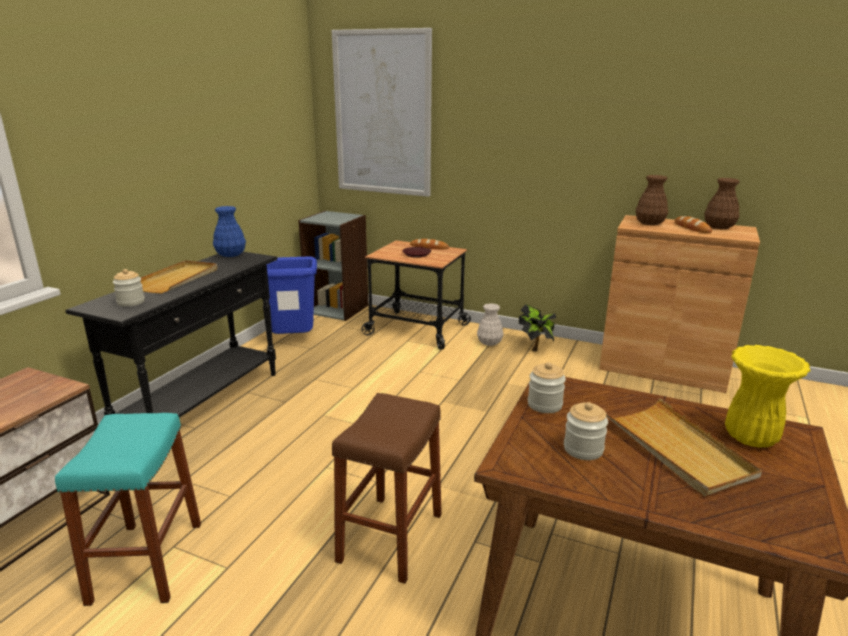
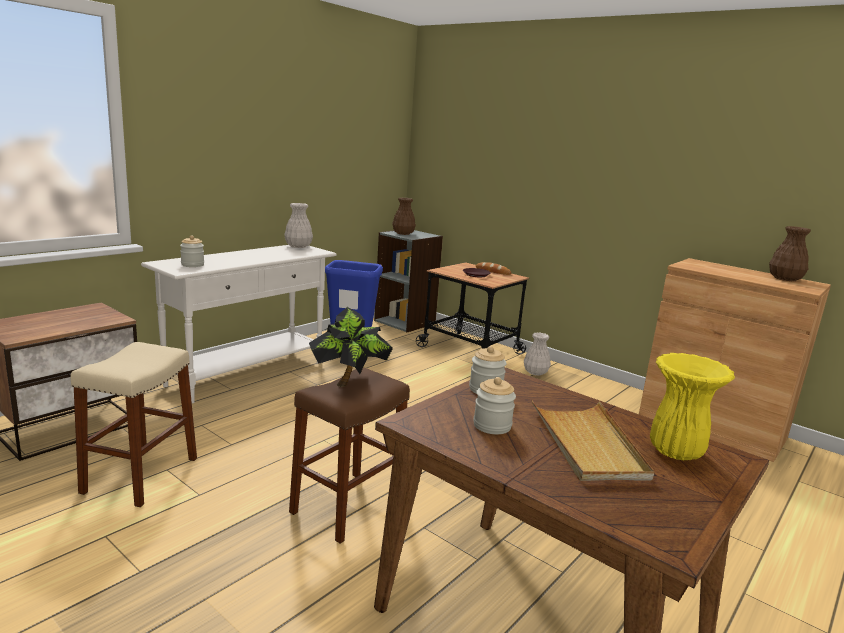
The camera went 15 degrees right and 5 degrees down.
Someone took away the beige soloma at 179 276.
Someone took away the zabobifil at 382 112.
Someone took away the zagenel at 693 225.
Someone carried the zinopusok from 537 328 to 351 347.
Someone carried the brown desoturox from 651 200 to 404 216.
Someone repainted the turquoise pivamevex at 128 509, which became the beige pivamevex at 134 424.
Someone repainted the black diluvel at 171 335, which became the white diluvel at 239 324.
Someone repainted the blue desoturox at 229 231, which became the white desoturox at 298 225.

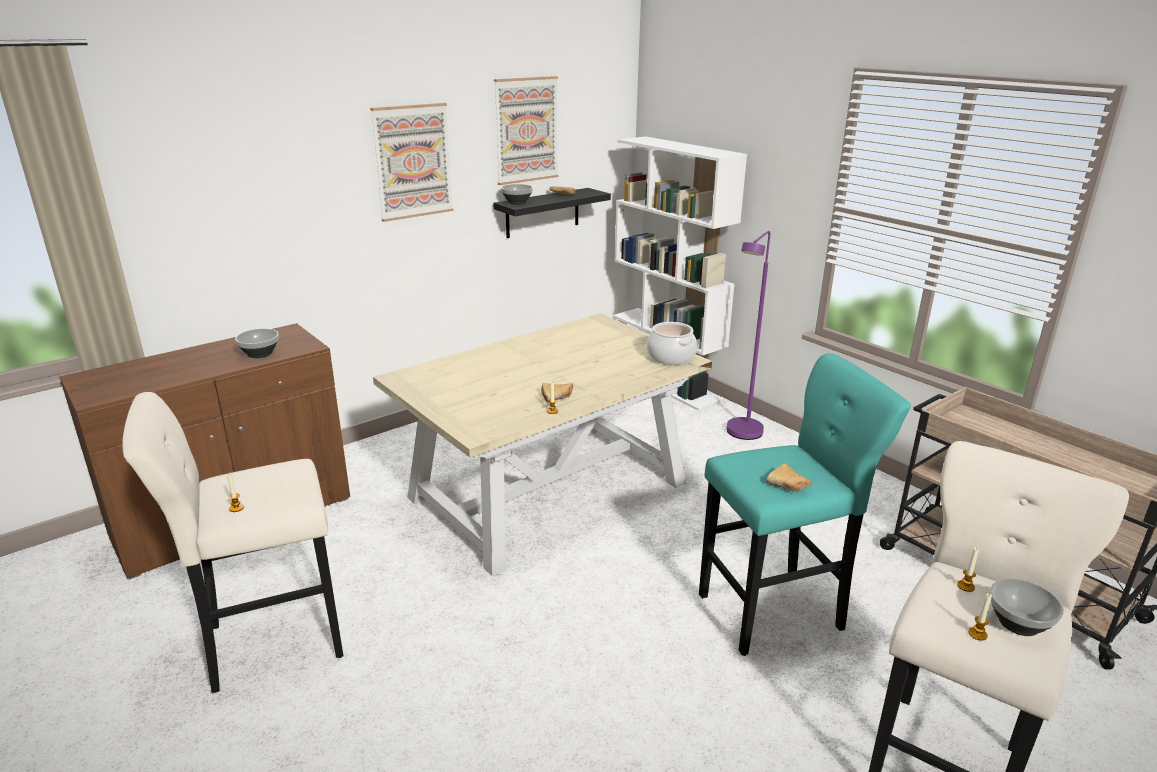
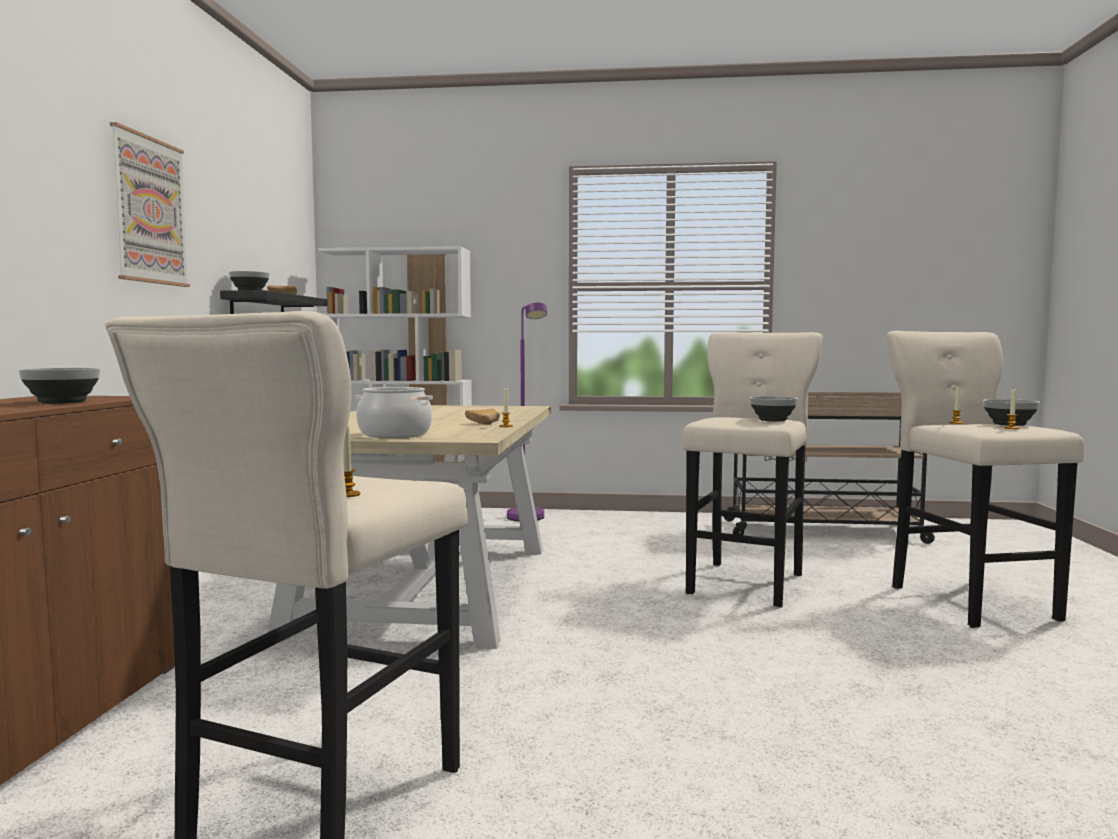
The camera went 45 degrees left and 20 degrees down.
Someone took away the zabobifil at 526 130.
Someone carried the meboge from 672 343 to 394 412.
Someone swapped the zagenel at 789 477 for the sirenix at 774 408.
Someone repainted the turquoise pivamevex at 805 504, which became the beige pivamevex at 752 470.

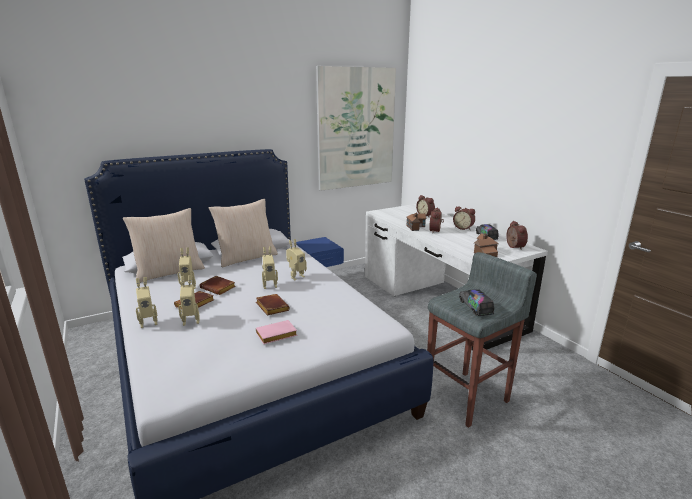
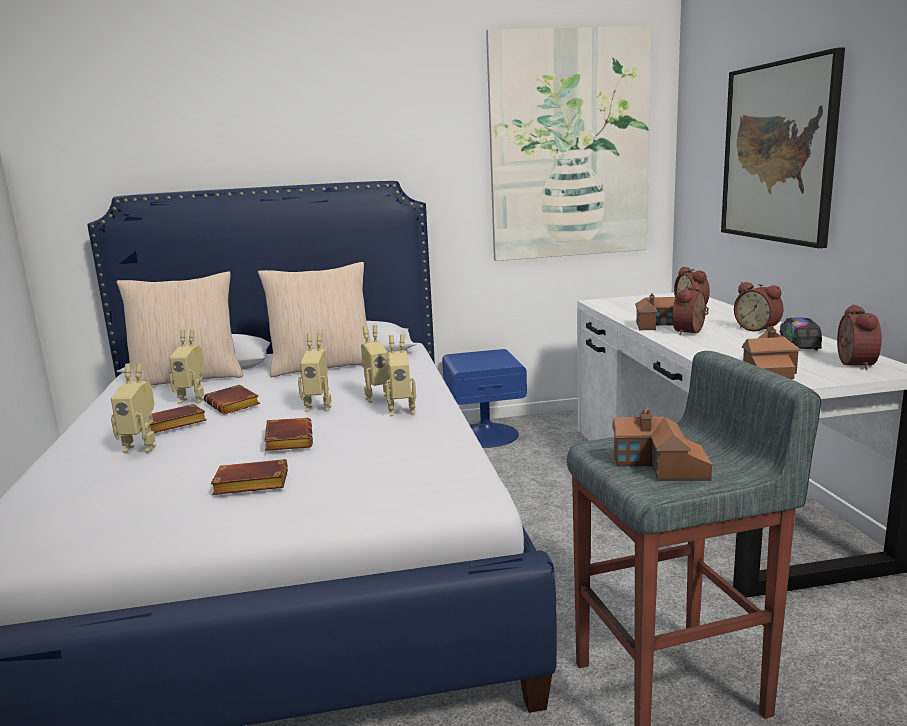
The camera went 20 degrees right and 5 degrees down.
Someone put up the zabobifil at 783 147.
Someone carried the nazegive from 147 302 to 400 375.
Someone swapped the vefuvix at 476 302 for the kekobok at 662 445.
Someone repainted the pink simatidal at 276 332, which became the brown simatidal at 249 477.

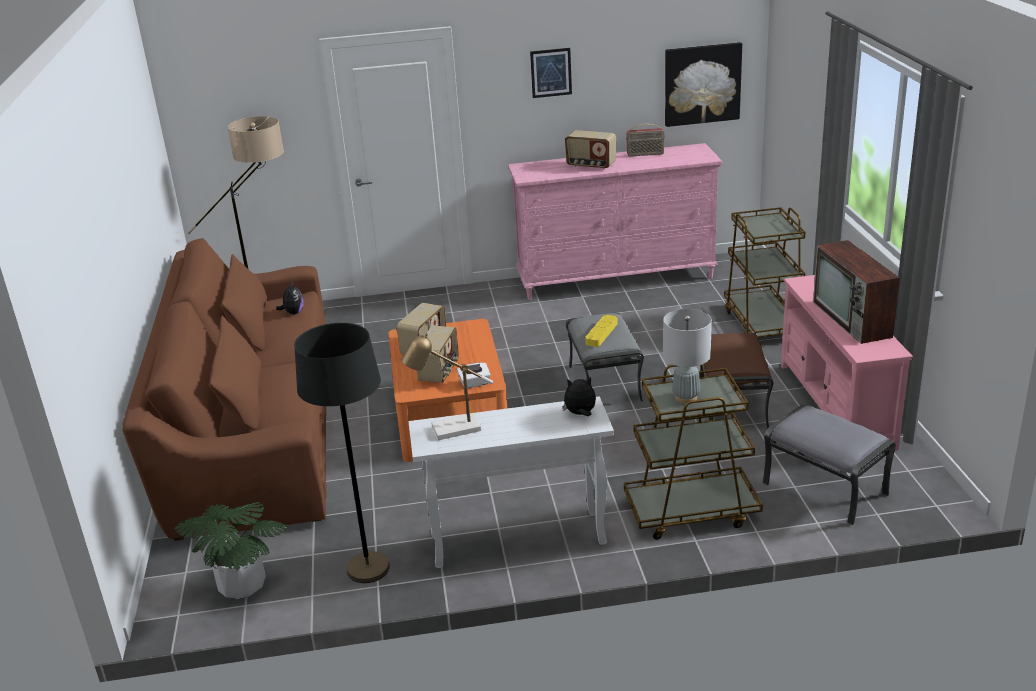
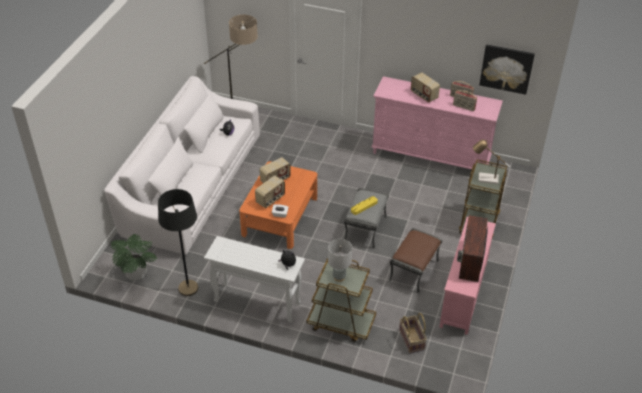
The camera went 25 degrees right and 15 degrees up.
Someone took away the zabobifil at 551 73.
Someone put down the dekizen at 465 100.
Someone carried the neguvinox from 447 386 to 491 162.
Someone swapped the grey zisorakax at 829 465 for the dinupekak at 413 333.
Someone repainted the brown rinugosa at 224 389, which became the white rinugosa at 182 165.

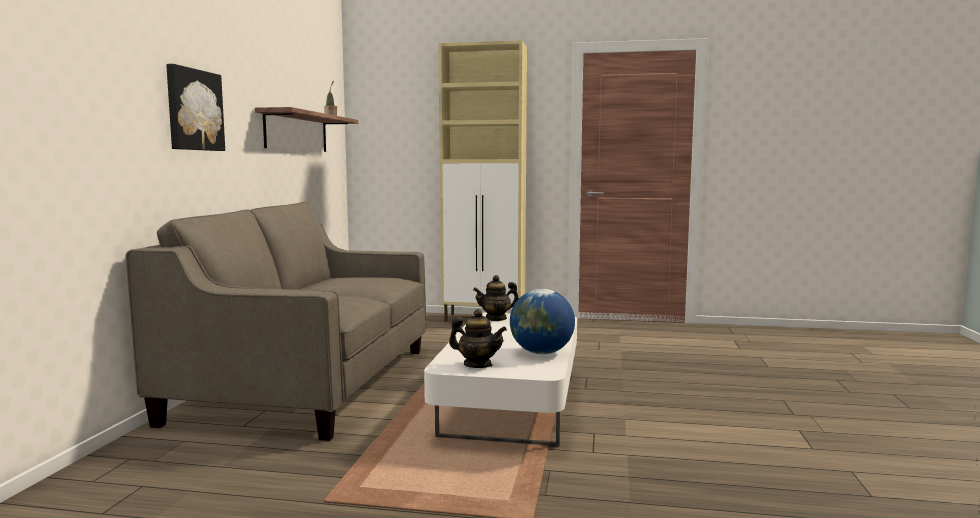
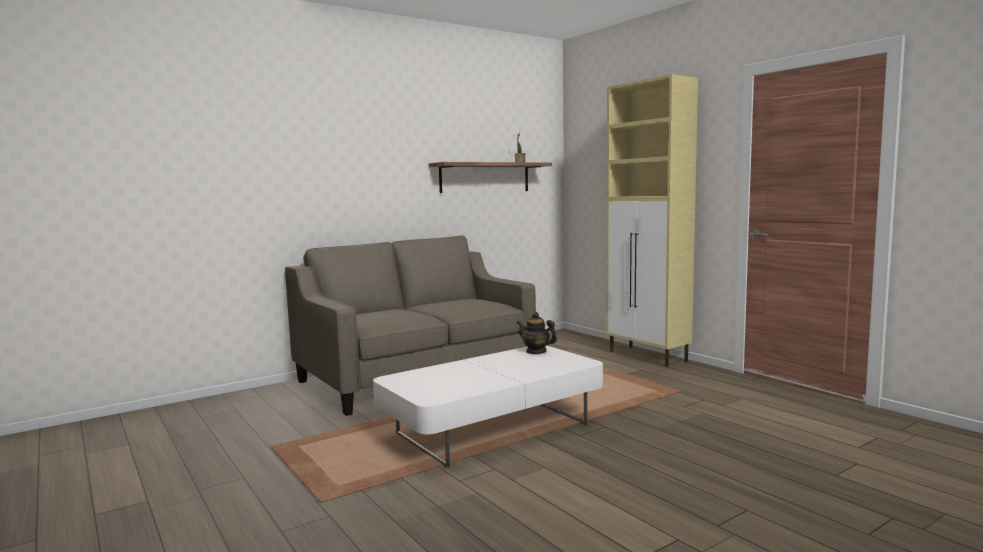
The camera went 45 degrees right and 0 degrees up.
Someone took away the zabobifil at 195 107.
Someone took away the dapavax at 478 338.
Someone took away the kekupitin at 542 321.

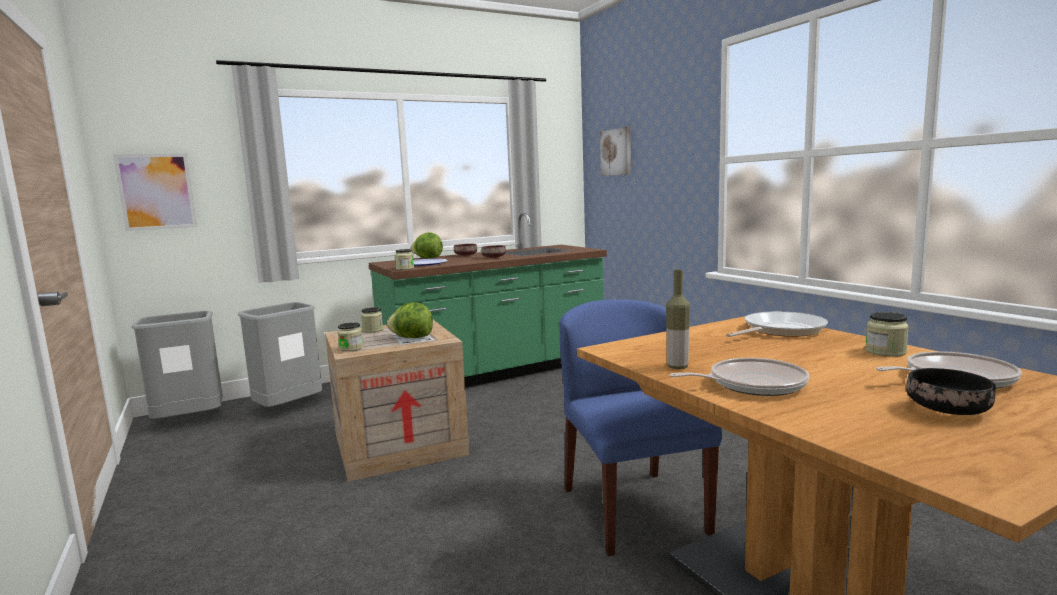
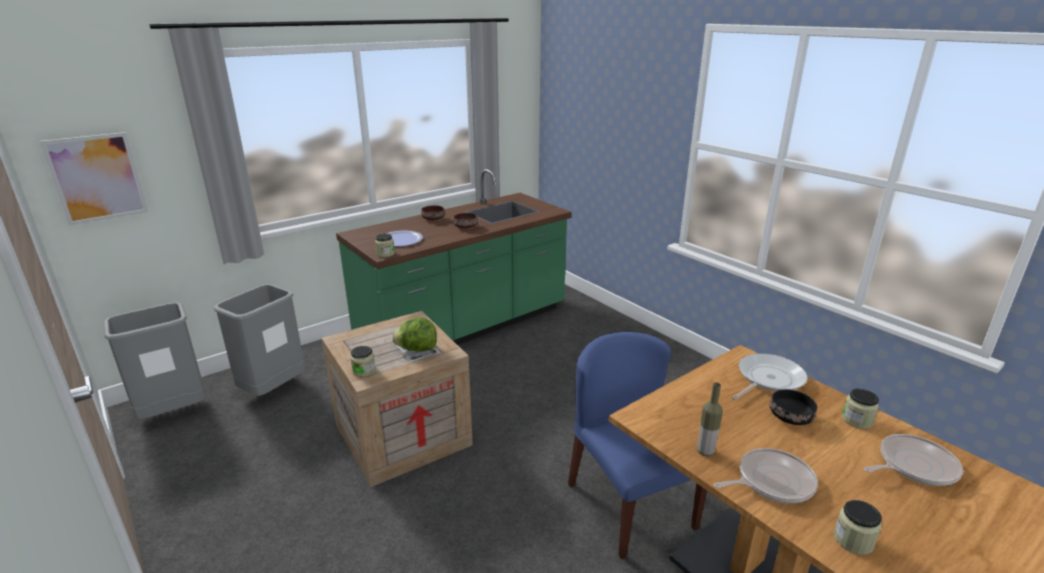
The camera went 10 degrees left and 15 degrees up.
Someone took away the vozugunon at 427 245.
Someone took away the zabobifil at 615 151.
Someone carried the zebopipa from 372 320 to 858 527.
Someone carried the black sirenix from 951 391 to 793 407.

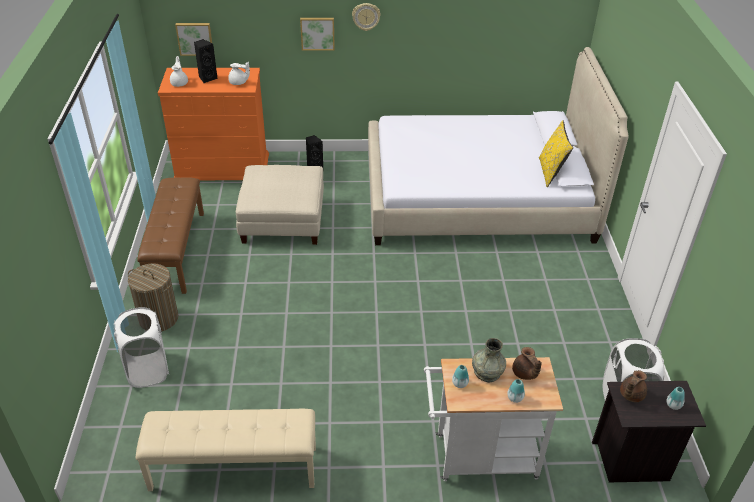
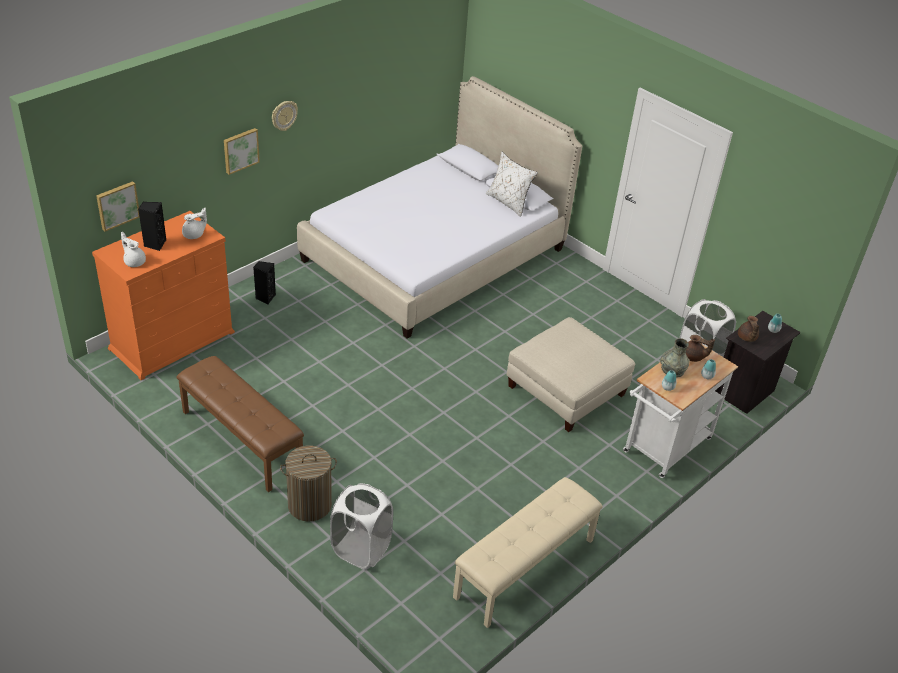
The camera went 45 degrees left and 0 degrees up.
Someone carried the beige zisorakax from 280 205 to 570 374.
Someone repainted the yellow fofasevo at 556 153, which became the white fofasevo at 512 184.

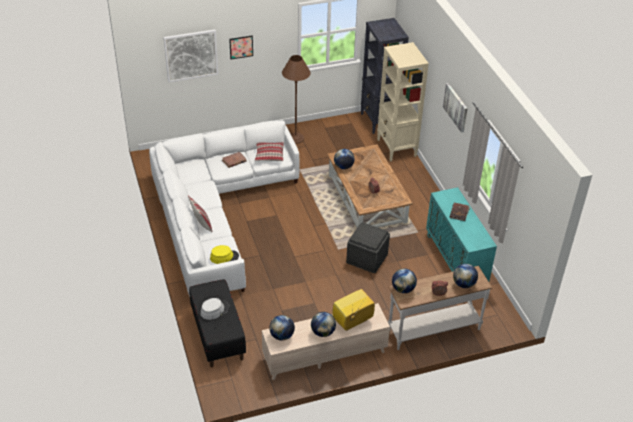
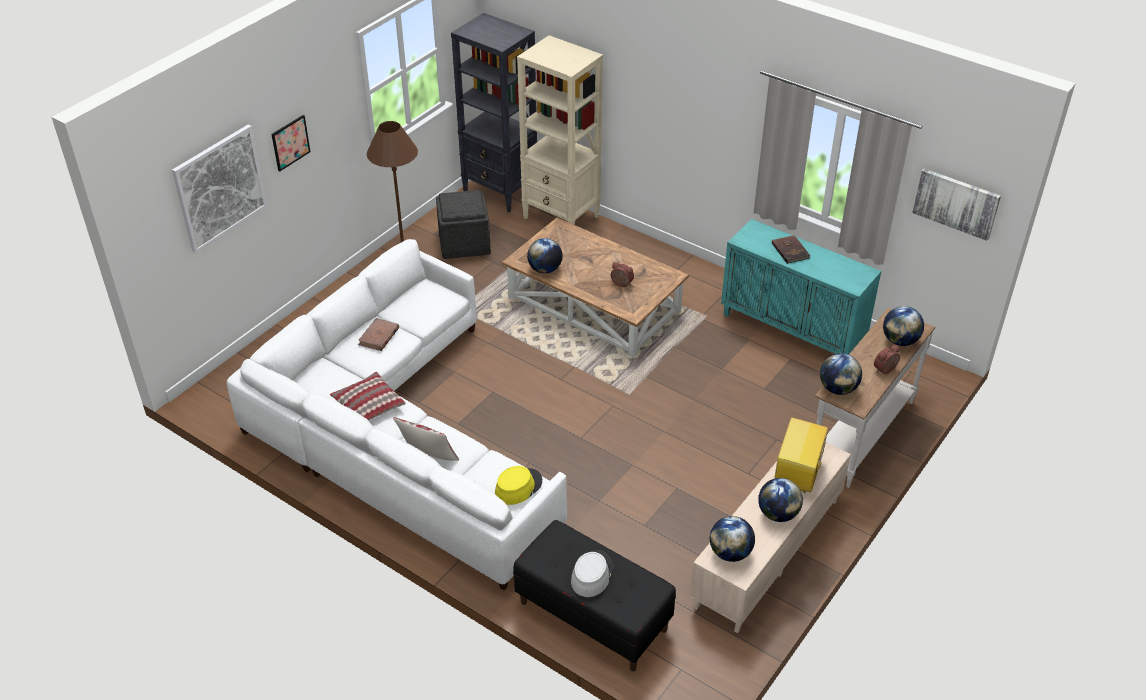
The camera went 35 degrees left and 0 degrees up.
Someone carried the fofasevo from 269 151 to 368 396.
Someone carried the grey zisorakax from 368 247 to 463 224.
Someone carried the zabobifil from 455 108 to 956 205.

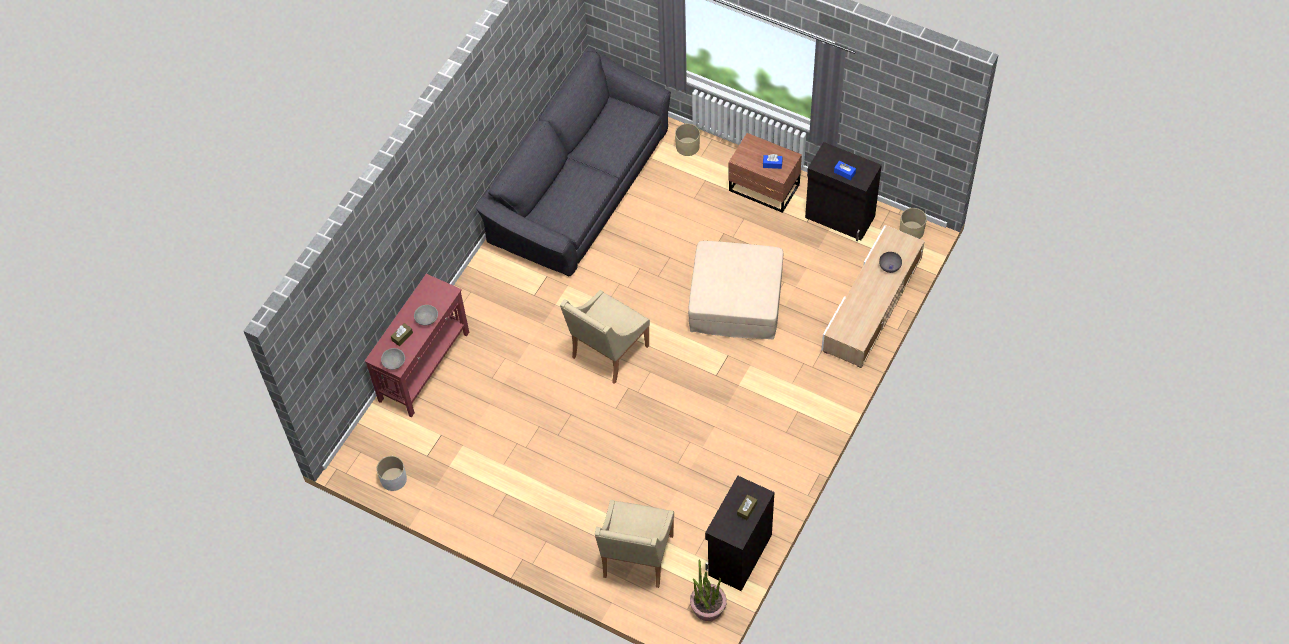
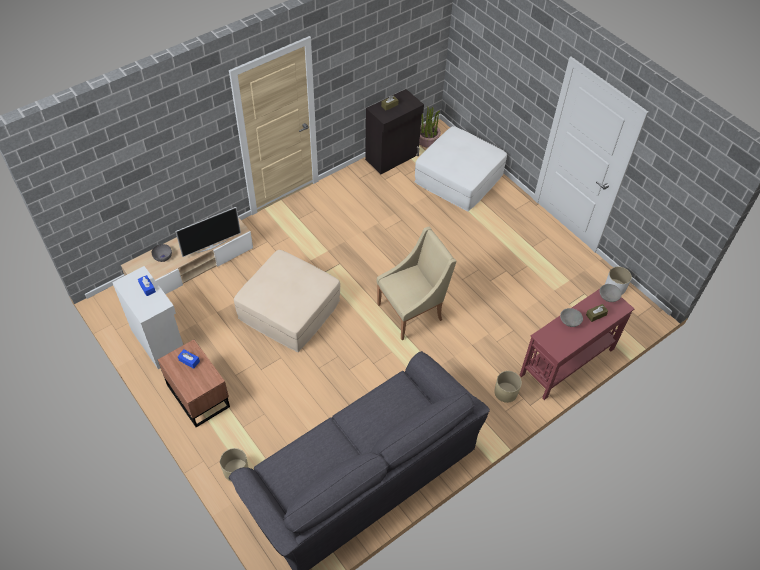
The camera went 160 degrees left and 5 degrees down.
Someone put down the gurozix at 208 232.
Someone carried the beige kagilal from 913 223 to 508 387.
Someone swapped the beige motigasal at 634 544 for the white zisorakax at 461 168.
Someone repainted the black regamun at 843 191, which became the white regamun at 147 317.

